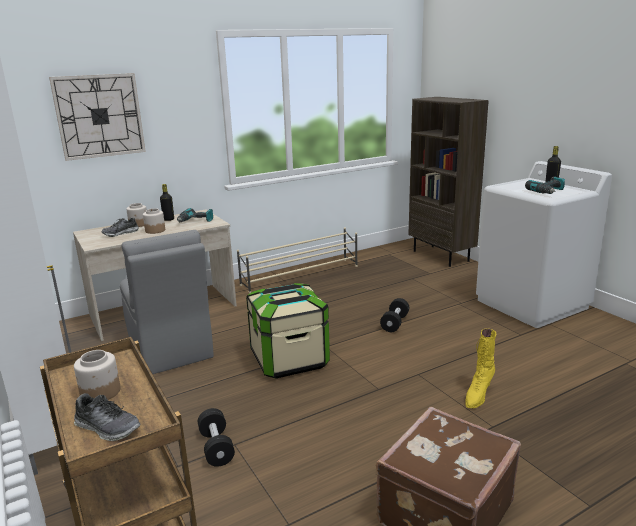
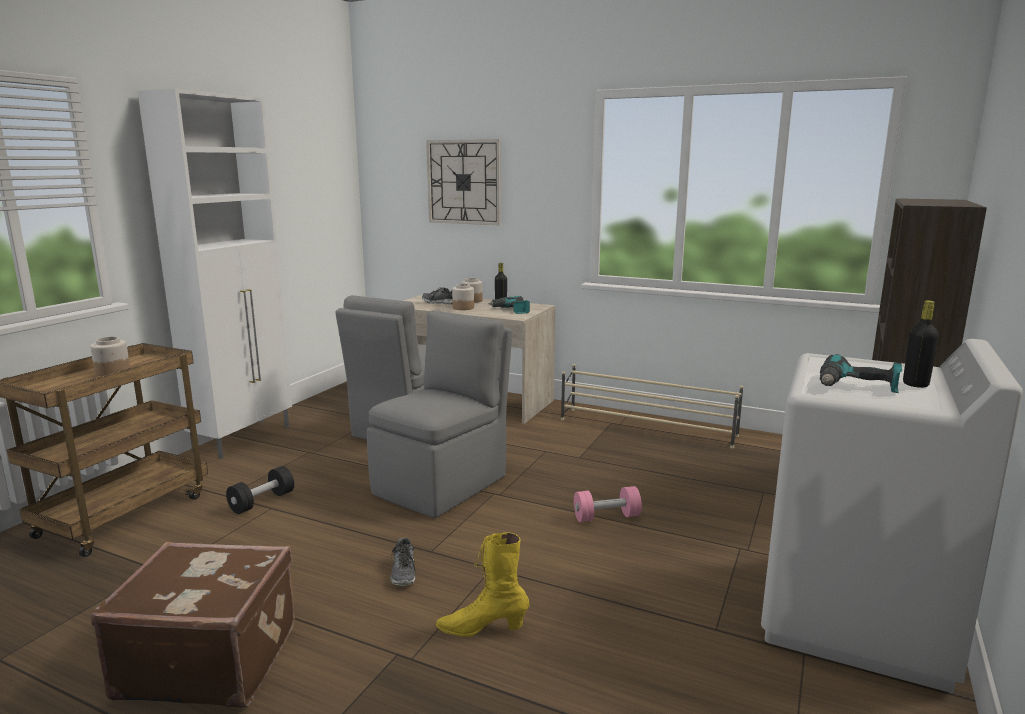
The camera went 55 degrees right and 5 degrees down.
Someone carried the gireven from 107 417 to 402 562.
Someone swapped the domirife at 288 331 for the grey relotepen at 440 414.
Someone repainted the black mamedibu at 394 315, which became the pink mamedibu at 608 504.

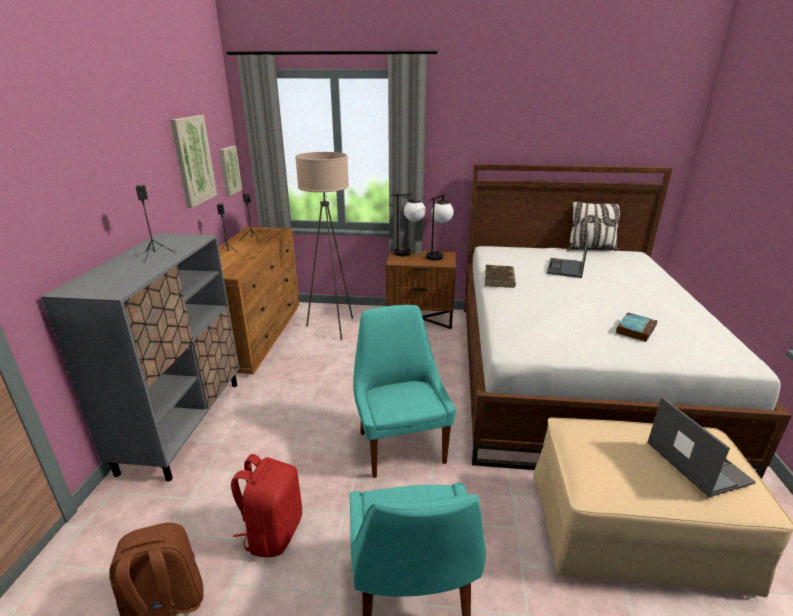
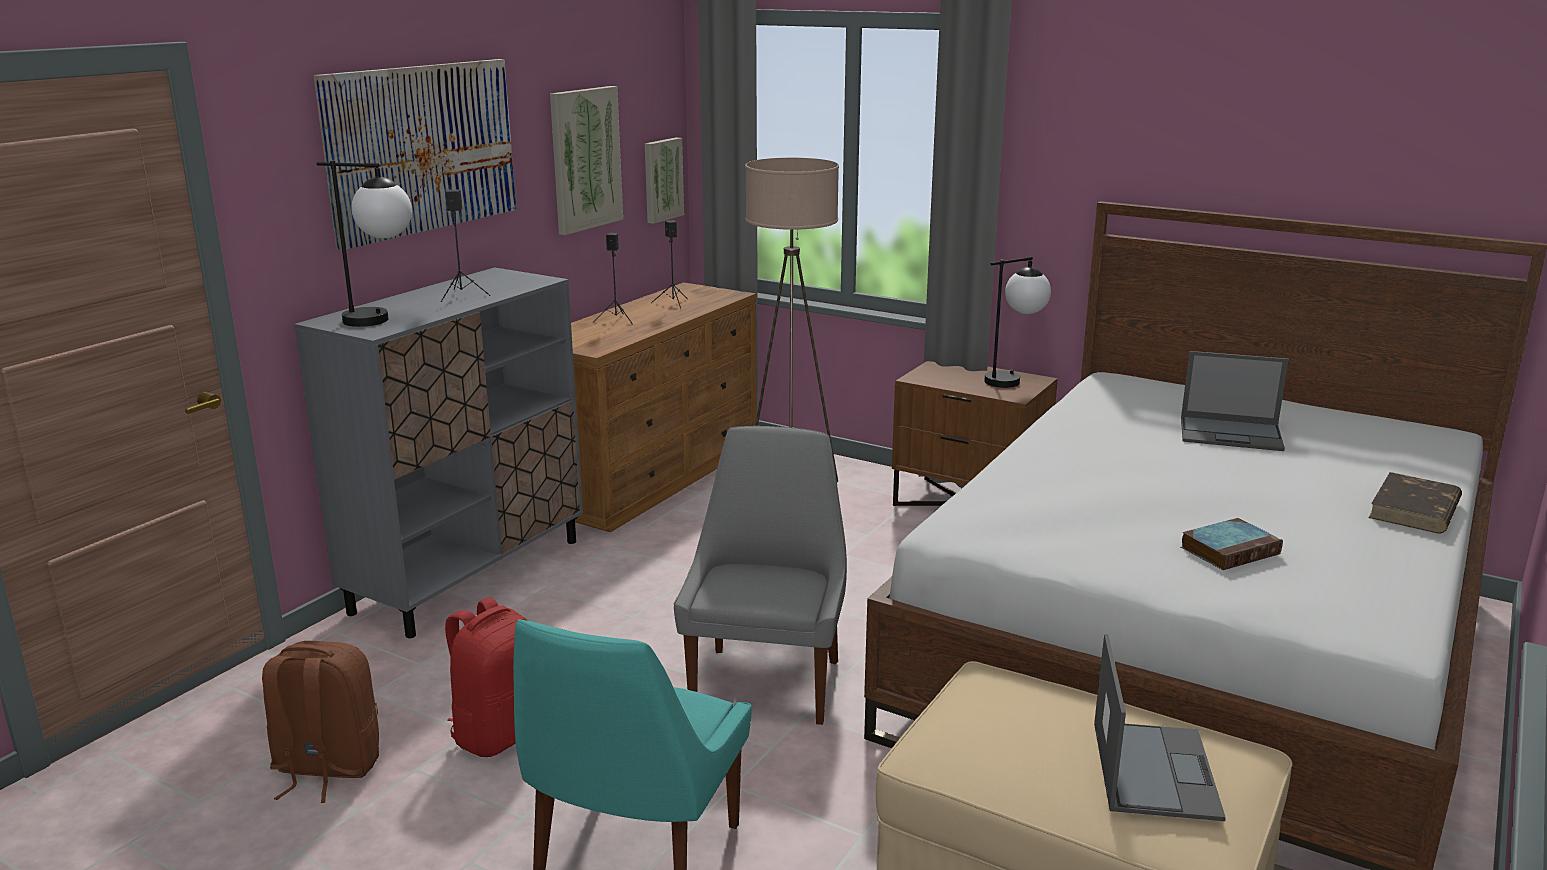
The camera went 25 degrees right and 5 degrees down.
Someone took away the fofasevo at 593 226.
Someone put up the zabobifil at 415 154.
Someone carried the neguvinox from 408 224 to 364 243.
Someone carried the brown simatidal from 500 276 to 1415 503.
Someone repainted the turquoise relotepen at 404 391, which became the grey relotepen at 760 575.
Someone rotated the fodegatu at 568 254 by 120 degrees counterclockwise.

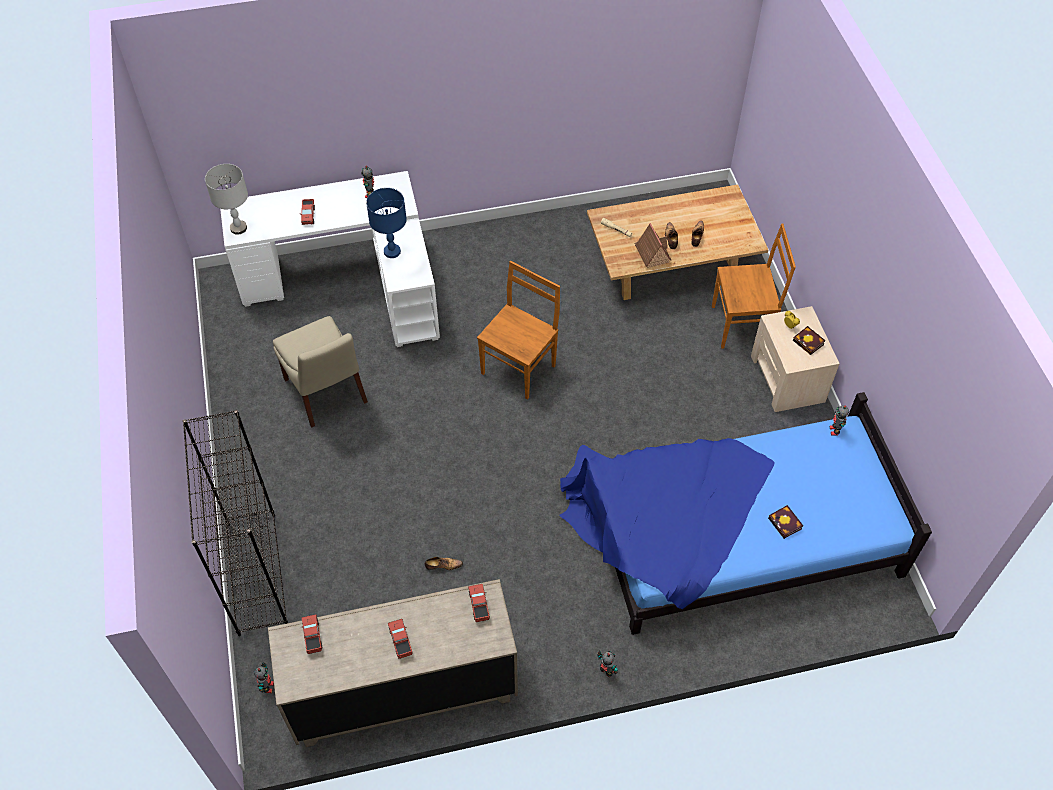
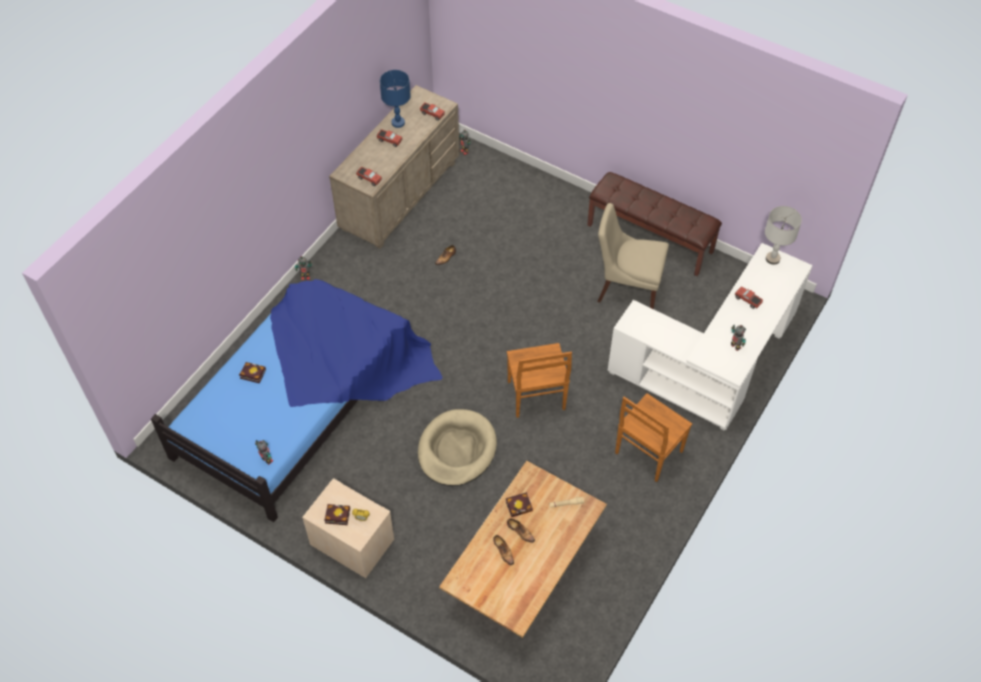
The camera went 135 degrees right and 0 degrees up.
Someone took away the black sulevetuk at 235 523.
Someone put down the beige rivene at 457 447.
Someone put down the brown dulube at 654 224.
Someone carried the blue neguvinox from 386 223 to 395 99.
Someone carried the brown relotepen from 754 286 to 653 437.
Someone swapped the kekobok at 653 245 for the simatidal at 519 504.

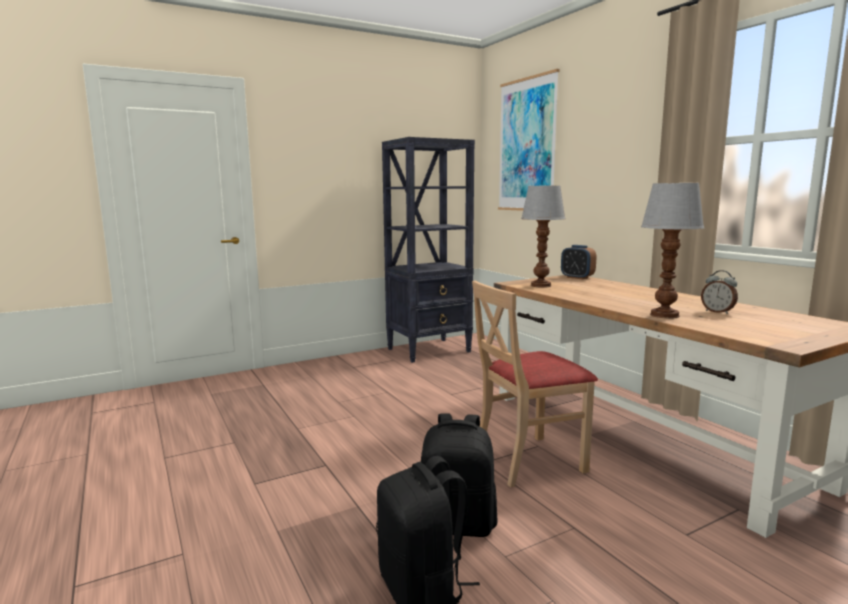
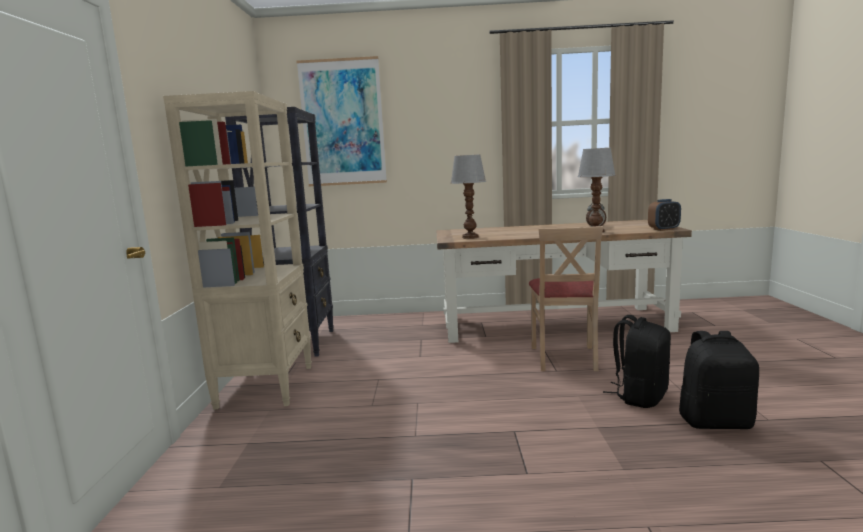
The camera went 60 degrees left and 0 degrees up.
Someone put down the beige sulevetuk at 237 250.
Someone carried the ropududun from 578 262 to 664 215.

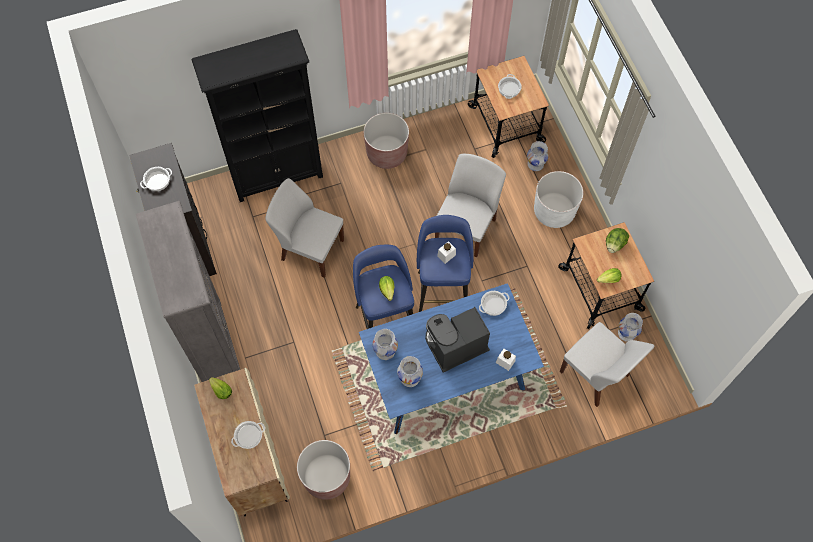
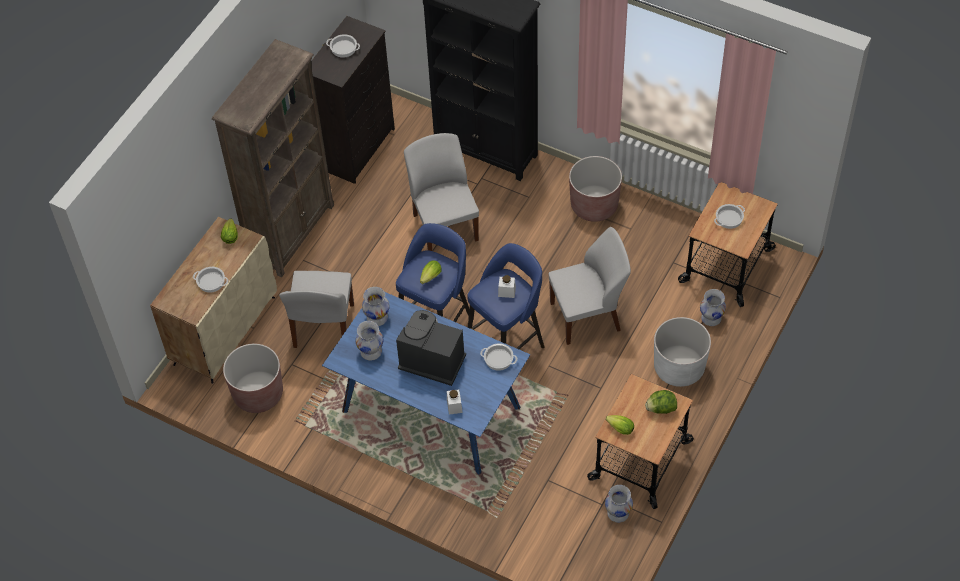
The camera went 50 degrees right and 10 degrees down.
Someone carried the white relotepen from 607 364 to 316 309.
Someone repainted the grey sulevetuk at 188 291, which became the brown sulevetuk at 273 158.

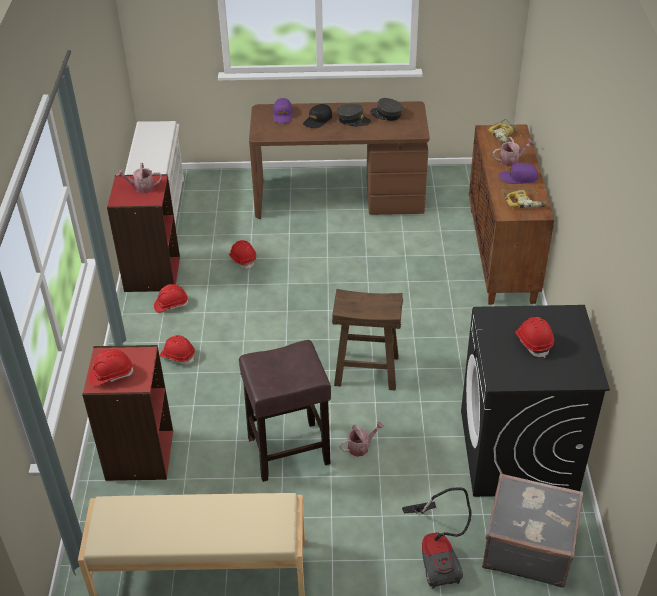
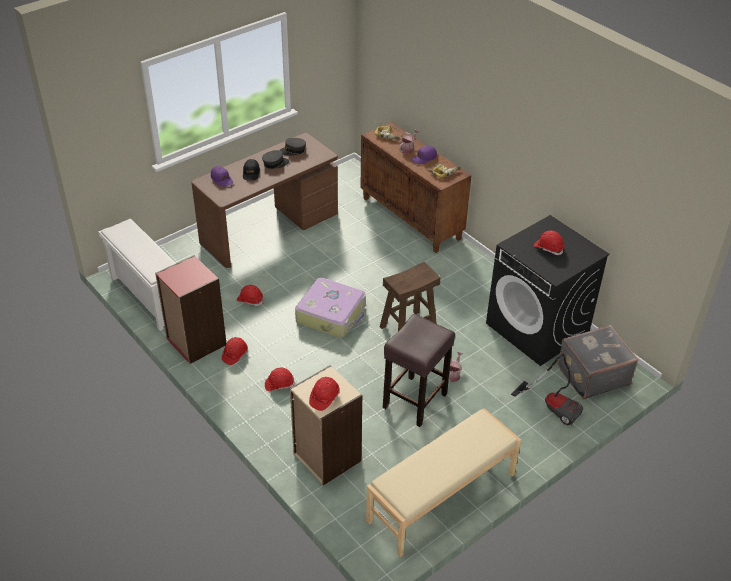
The camera went 40 degrees left and 0 degrees up.
Someone took away the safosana at 139 178.
Someone put down the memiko at 330 307.
Someone repainted the red sulevetuk at 127 413, which became the beige sulevetuk at 326 425.

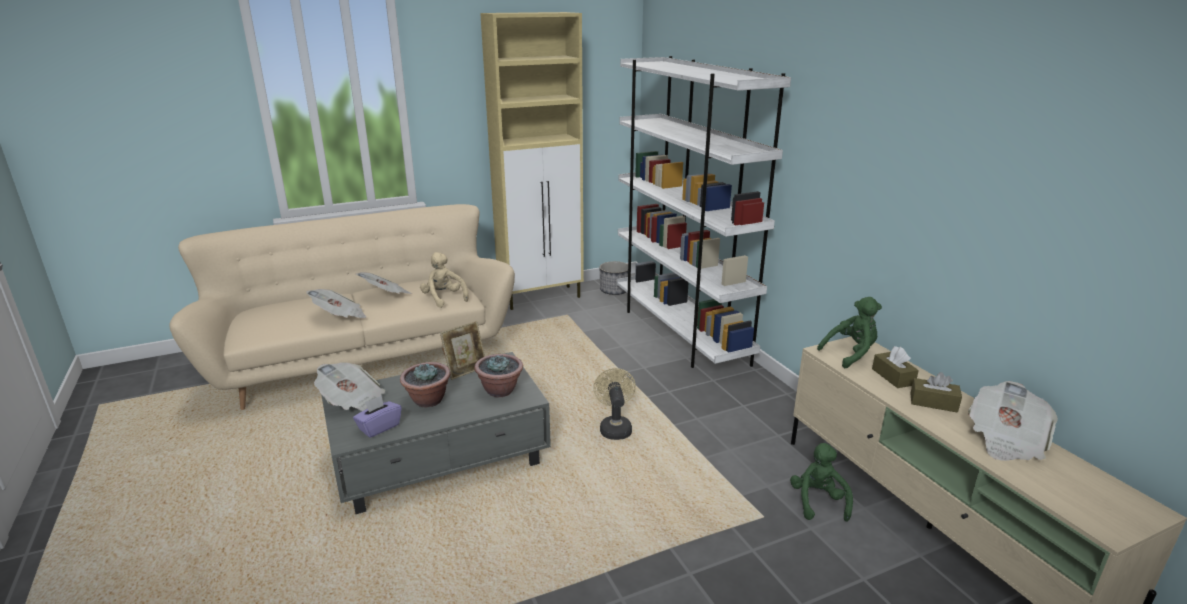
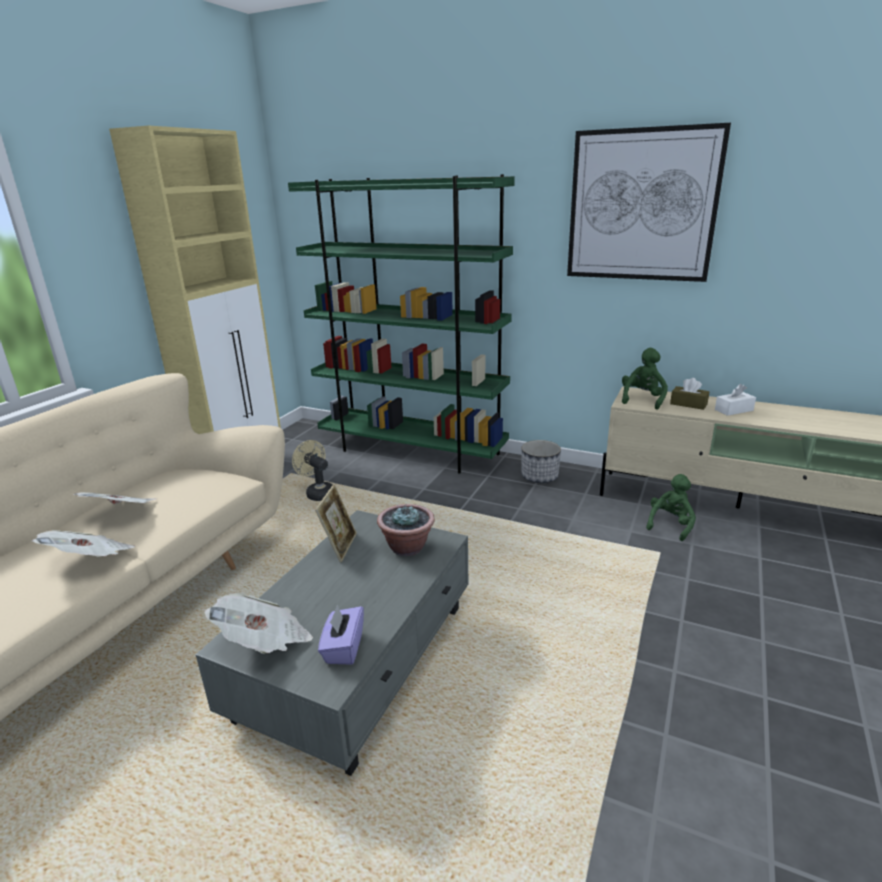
The camera went 40 degrees left and 0 degrees up.
Someone took away the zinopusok at 425 384.
Someone took away the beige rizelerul at 444 280.
Someone took away the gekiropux at 1013 421.
Someone put up the zabobifil at 649 202.
Someone carried the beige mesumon from 614 404 to 312 470.
Someone carried the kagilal from 614 278 to 541 461.
Someone repainted the white sulevetuk at 704 212, which became the green sulevetuk at 401 324.
Someone repainted the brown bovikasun at 936 392, which became the white bovikasun at 735 400.
Someone rotated the green rizelerul at 821 482 by 75 degrees clockwise.

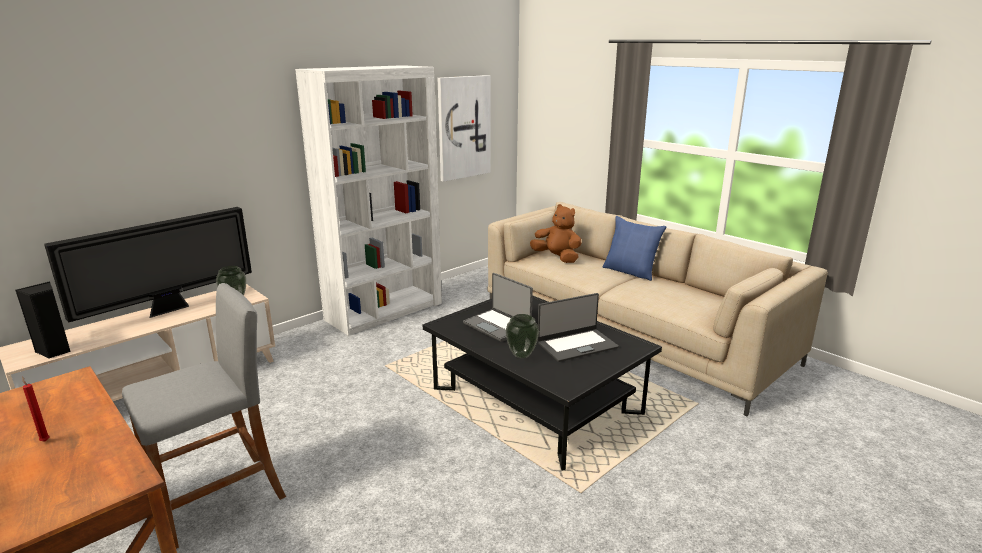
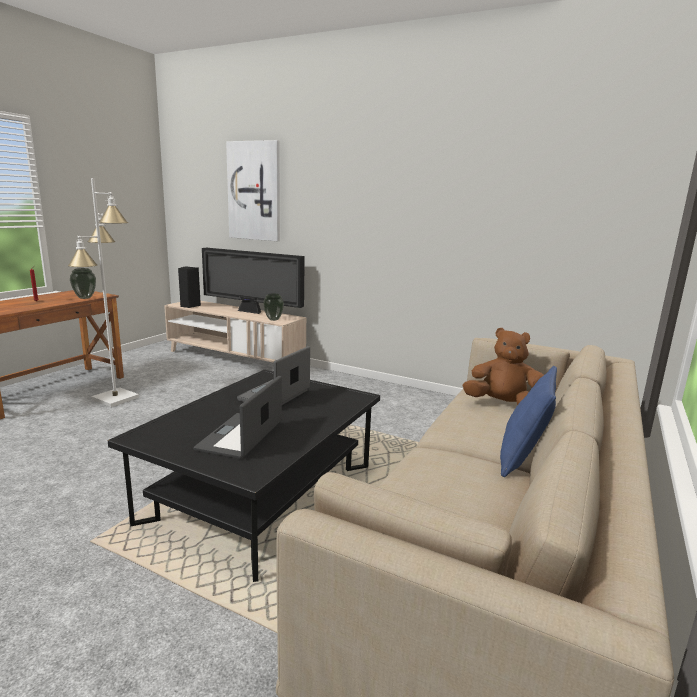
The camera went 70 degrees right and 5 degrees down.
Someone took away the white sulevetuk at 368 200.
Someone carried the zabobifil from 464 128 to 253 190.
Someone carried the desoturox from 522 336 to 83 283.
Someone swapped the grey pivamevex at 204 416 for the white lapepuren at 103 292.
Someone rotated the brown rizelerul at 555 233 by 90 degrees counterclockwise.
Someone rotated the fodegatu at 578 327 by 60 degrees clockwise.

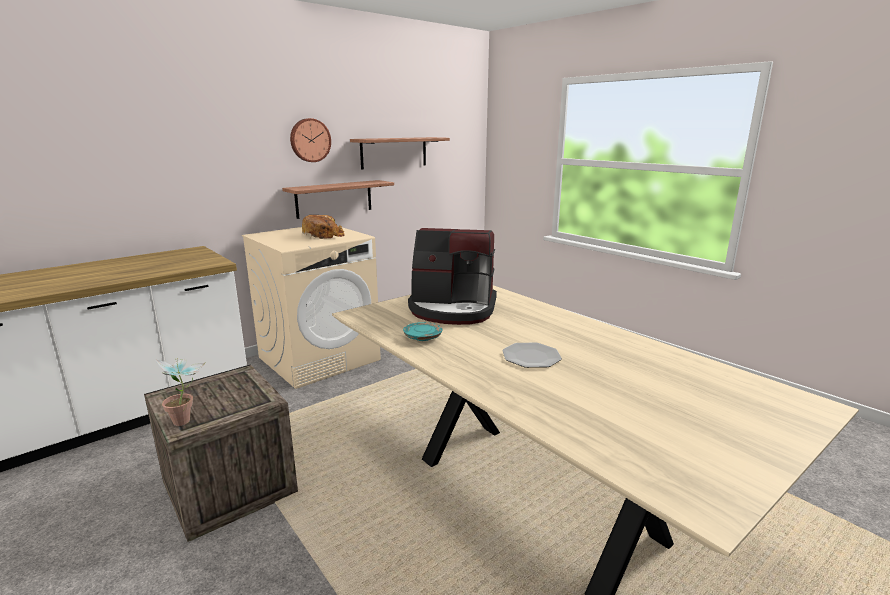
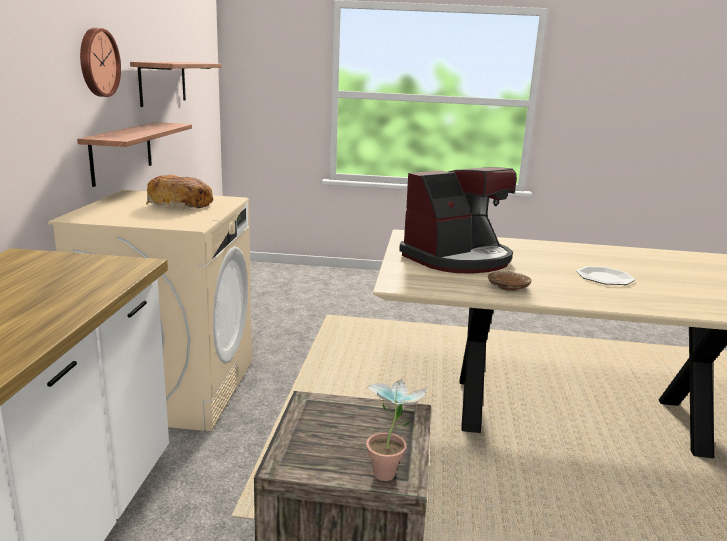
The camera went 45 degrees left and 0 degrees up.
Someone repainted the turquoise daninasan at 422 331, which became the brown daninasan at 509 281.

